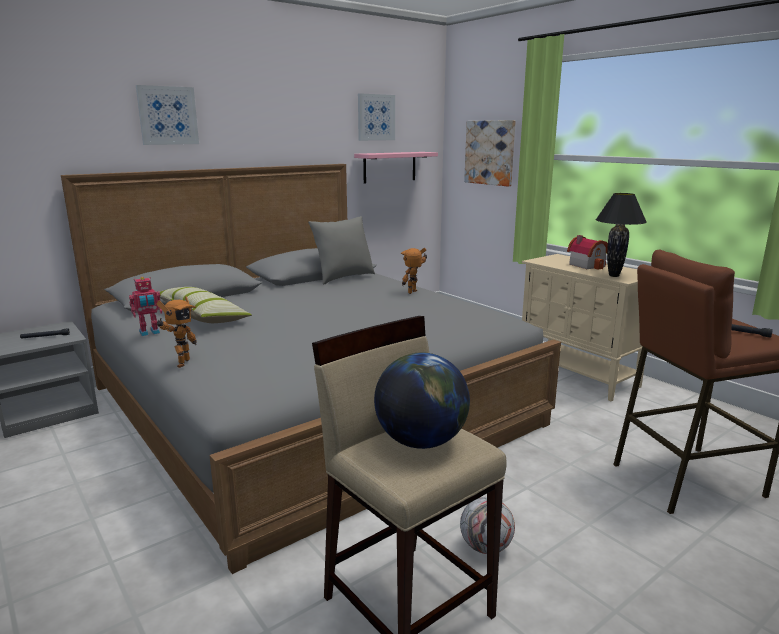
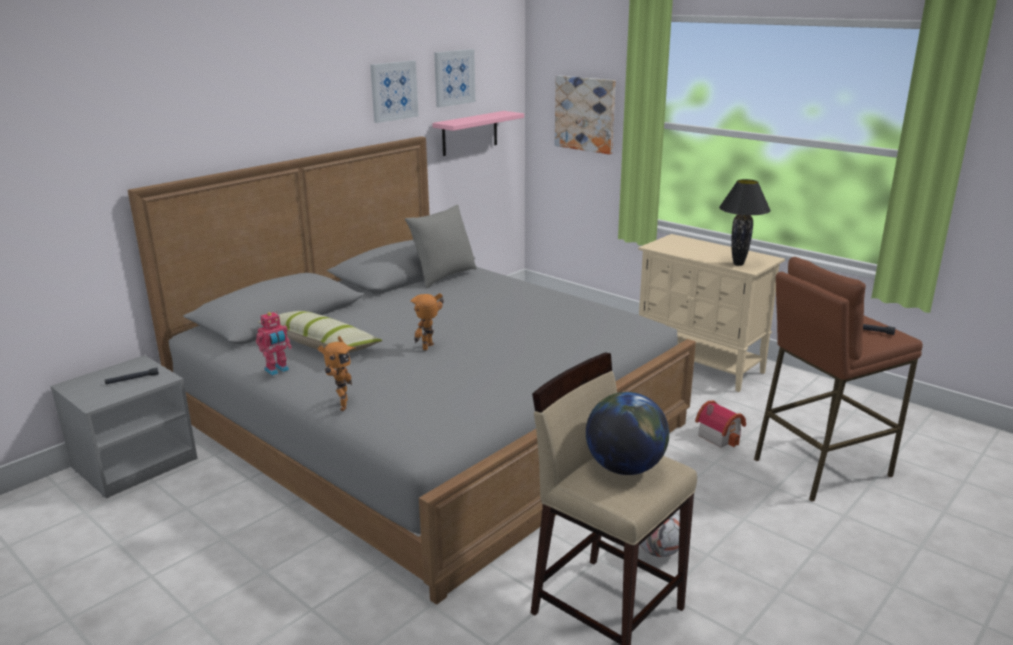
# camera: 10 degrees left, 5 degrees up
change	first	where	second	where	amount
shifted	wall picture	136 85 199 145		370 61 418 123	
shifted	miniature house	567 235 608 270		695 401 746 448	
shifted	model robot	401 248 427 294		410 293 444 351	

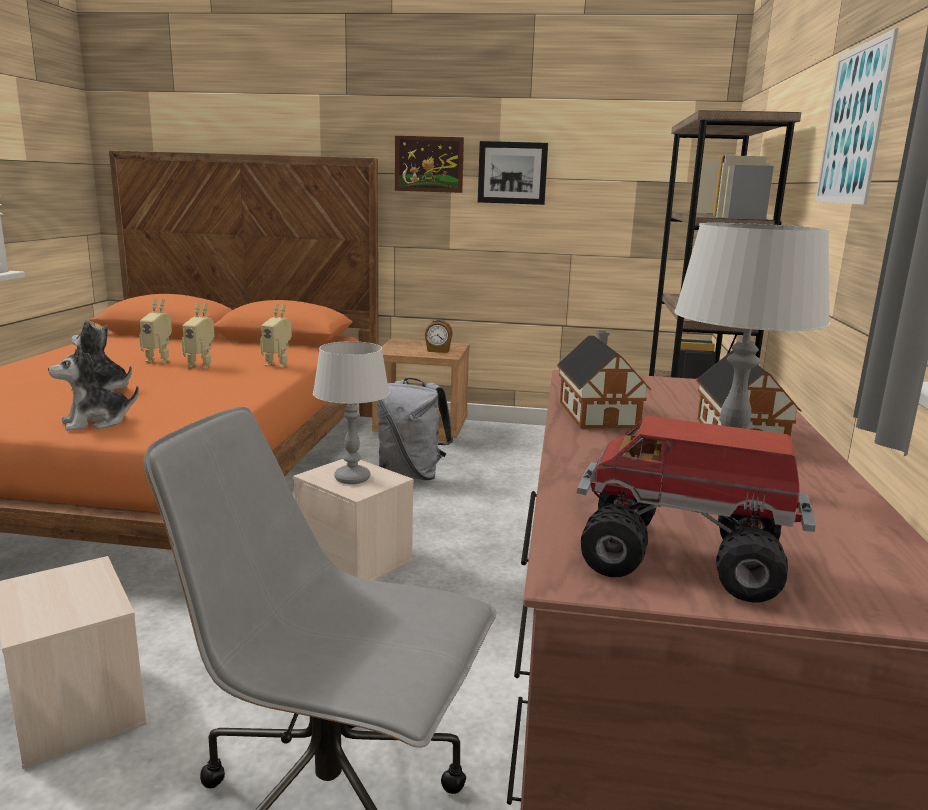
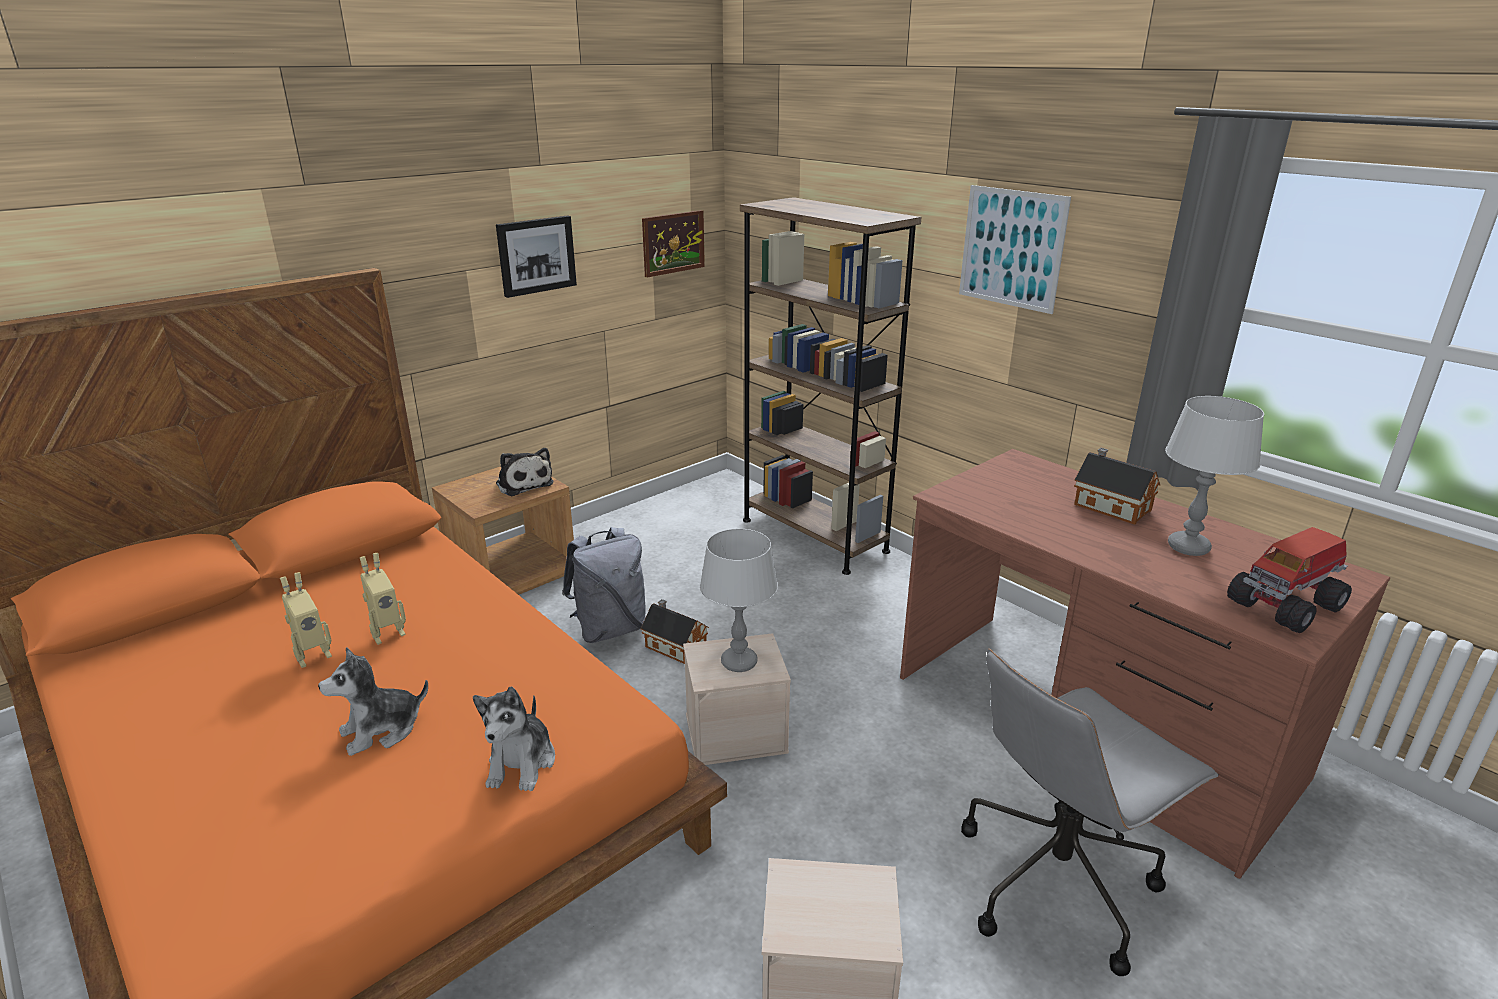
# camera: 50 degrees left, 10 degrees up
change	first	where	second	where	amount
shifted	wall picture	395 136 464 193		642 210 705 277	
gone	model robot	260 303 292 368			
swapped	bedside clock	425 319 453 353	plush toy	496 448 553 496	
shifted	miniature house	557 331 651 429		641 599 709 664	

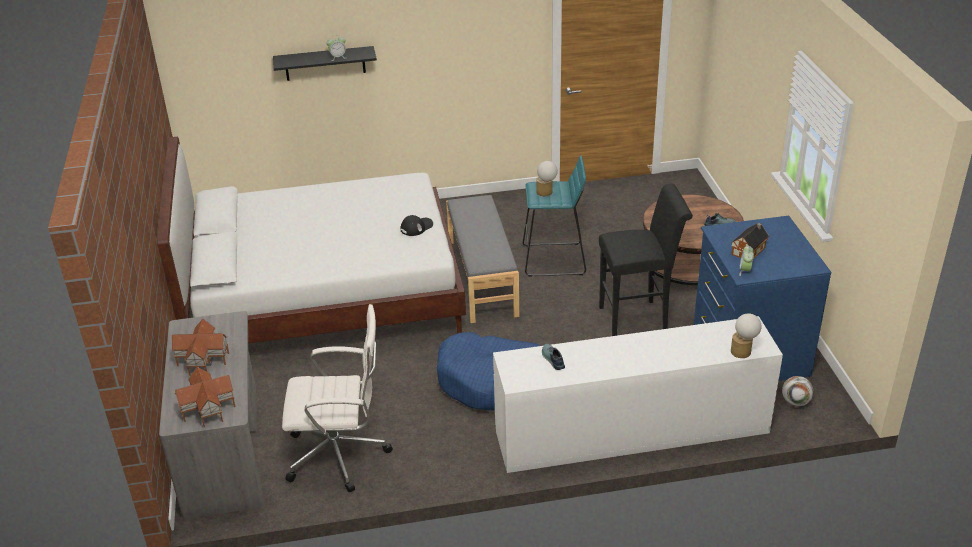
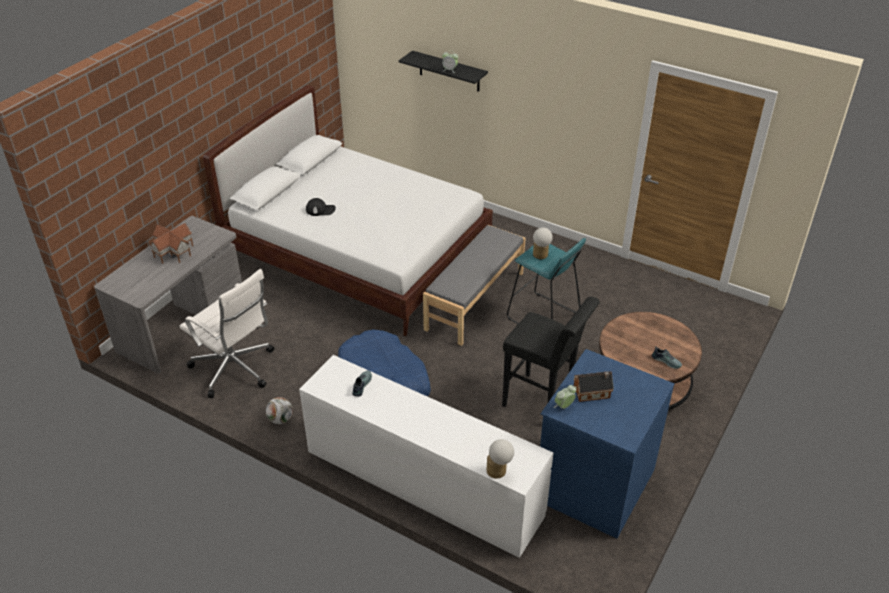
# camera: 40 degrees right, 5 degrees up
change	first	where	second	where	amount
shifted	black-coloured baseball cap	401 215 433 236		306 198 336 216	
gone	miniature house	175 367 236 427			
shifted	football ball	782 376 814 406		266 397 293 424	

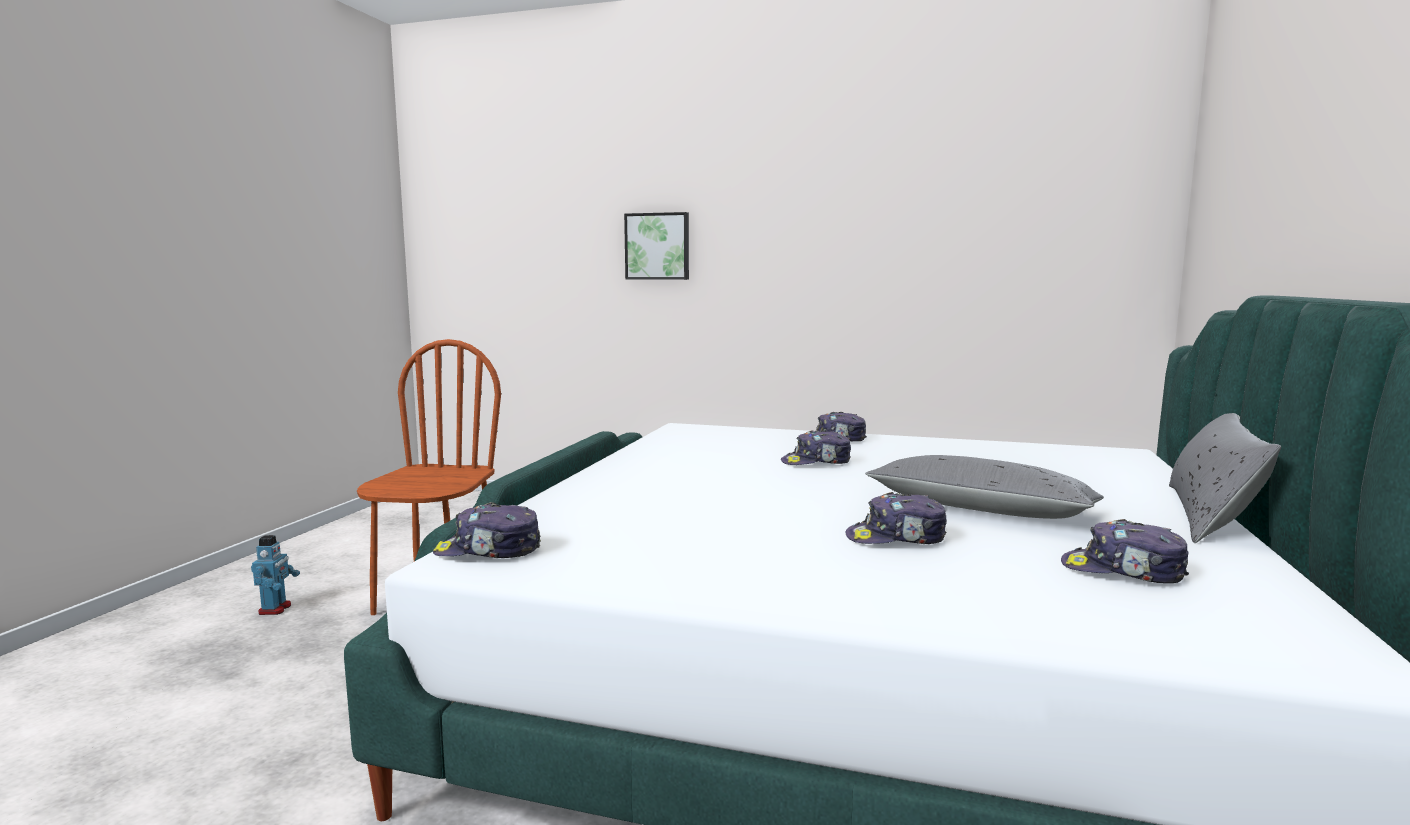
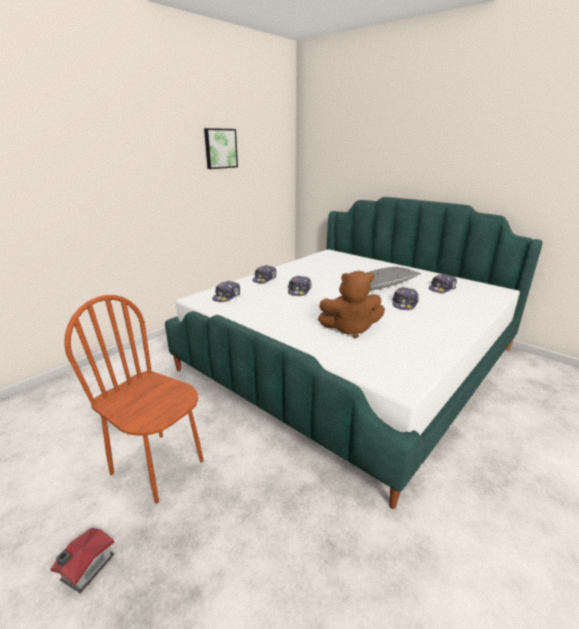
# camera: 65 degrees left, 15 degrees up
change	first	where	second	where	amount
shifted	wall picture	624 212 689 280		204 128 238 169	
gone	grey pillow	1169 413 1281 543			
shifted	baseball cap	433 502 541 558		212 281 240 302	
swapped	model robot	251 535 300 615	miniature house	50 528 115 593	
new			brown-coloured plush toy	318 271 385 338	

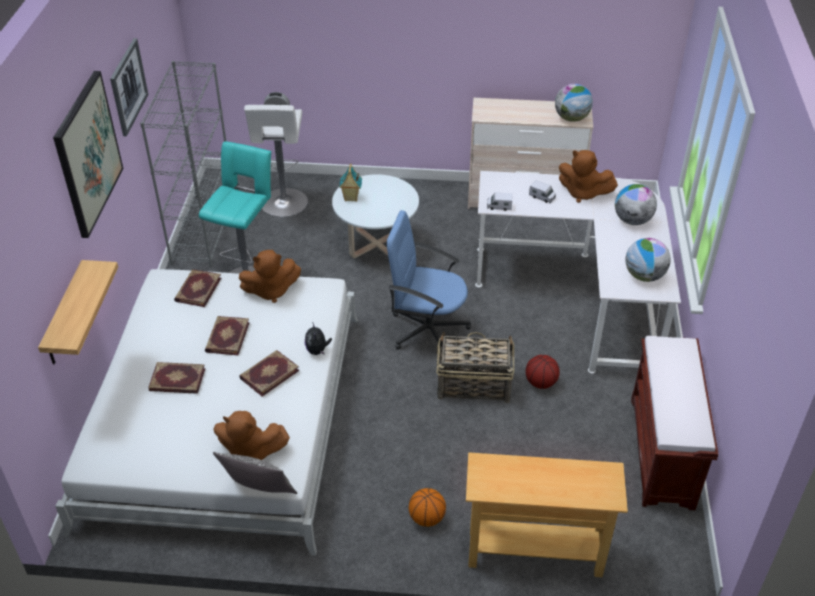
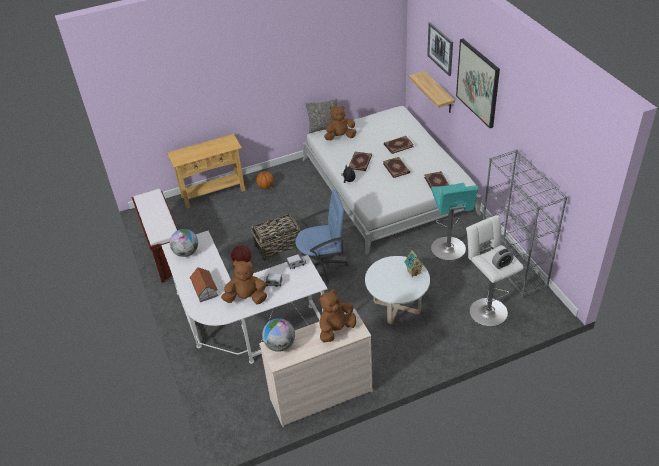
# camera: 155 degrees right, 0 degrees up
change	first	where	second	where	amount
shifted	wall picture	110 38 148 136		427 22 453 76	
swapped	globe	615 184 657 225	miniature house	190 267 218 302	
shifted	brown-coloured plush toy	239 250 301 303		318 289 356 342	

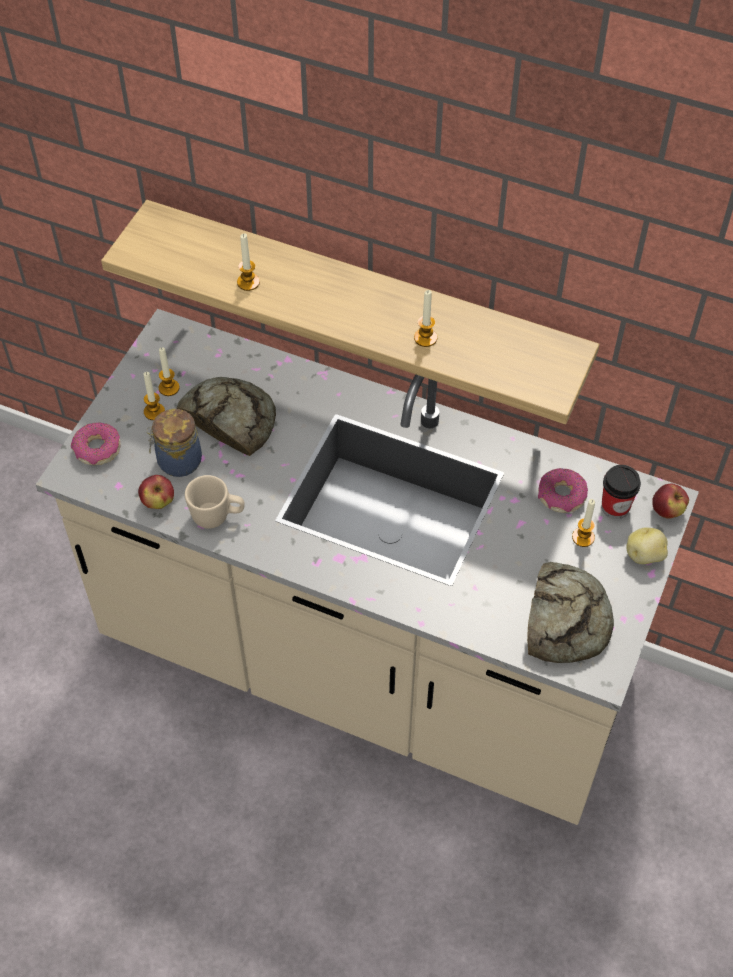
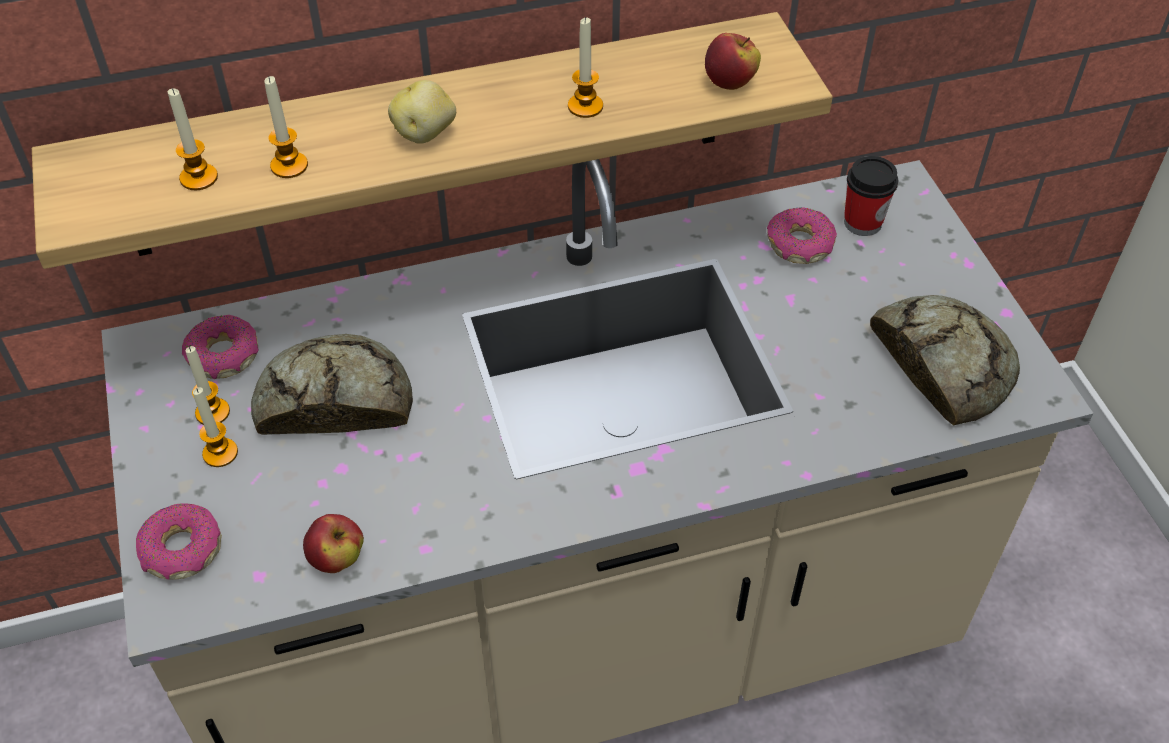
# camera: 40 degrees left, 5 degrees down
change	first	where	second	where	amount
gone	preserve jar	146 409 202 477			
gone	sand-coloured coffee mug	185 475 245 529			
shifted	apple	652 483 689 519		705 33 761 90	
shifted	wax candle	572 499 595 547		168 88 218 190	
shifted	spud	627 528 668 564		388 80 456 144	
new			ring doughnut	182 315 258 379	

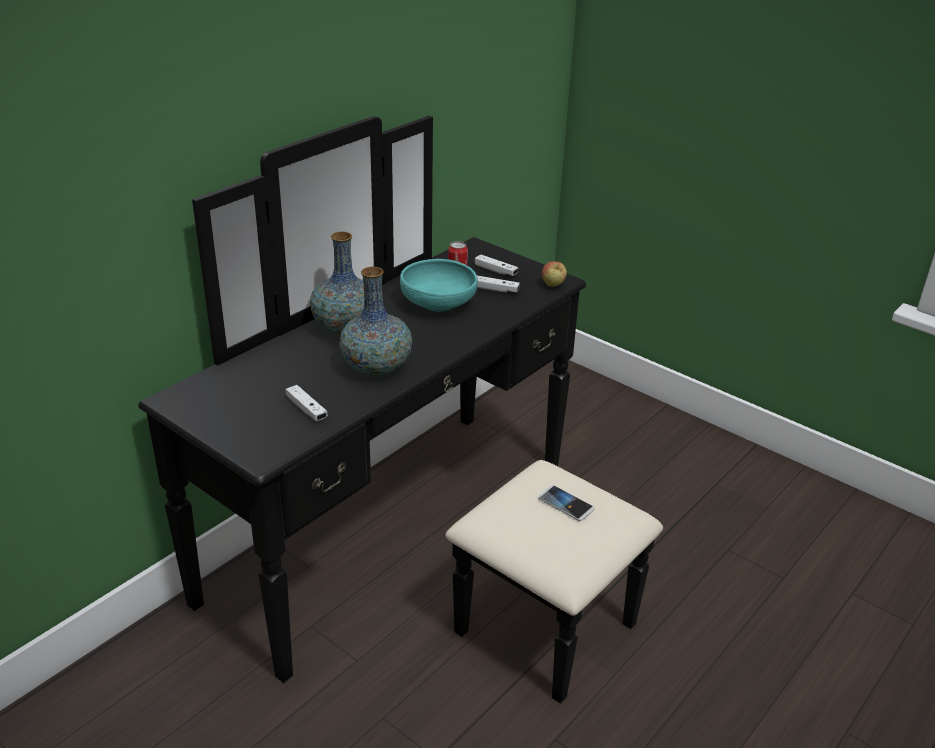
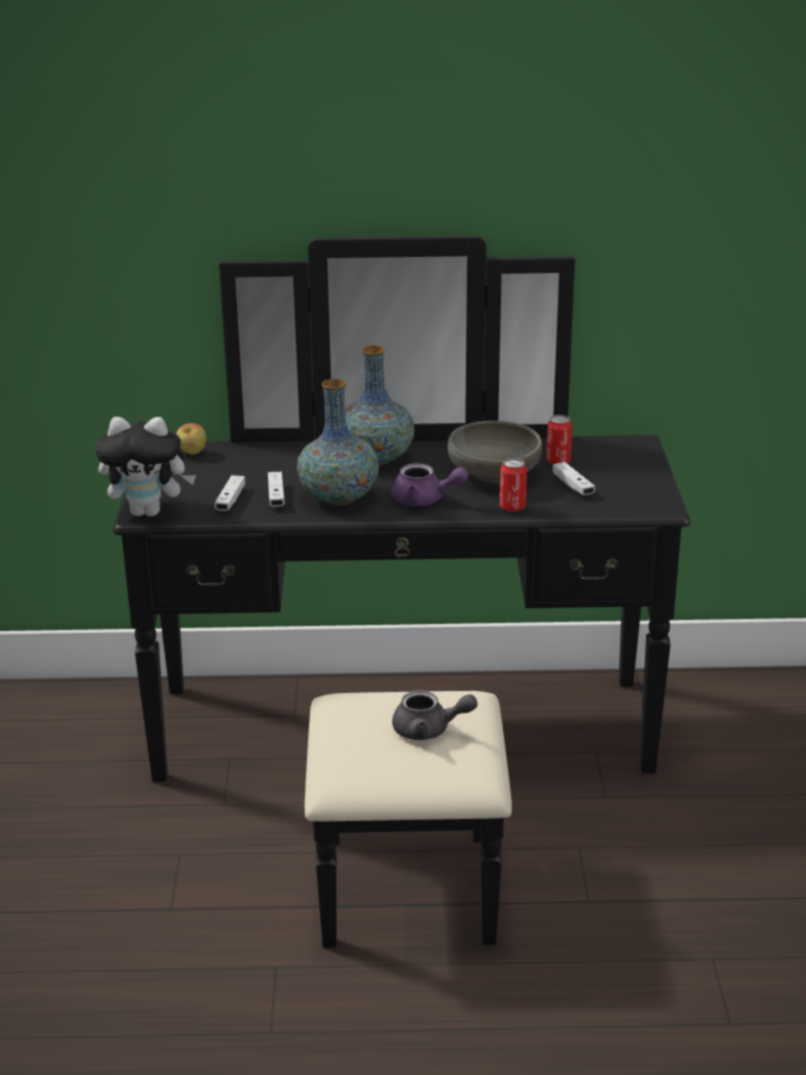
# camera: 50 degrees right, 5 degrees down
change	first	where	second	where	amount
shifted	white gamepad	475 254 518 276		268 472 285 507	
repainted	turquoise deep dish	400 259 478 312	grey deep dish	448 421 542 483	
shifted	apple	542 261 567 287		176 423 206 455	
swapped	handset	538 485 595 521	grey tea pot	392 690 478 740	
new			plush toy	95 417 196 516	
new			can	500 458 527 512	
new			purple-coloured tea pot	391 463 468 506	

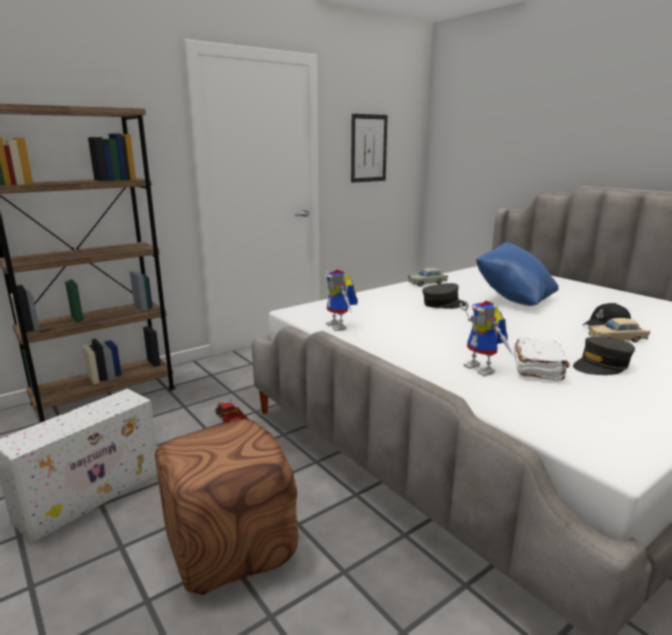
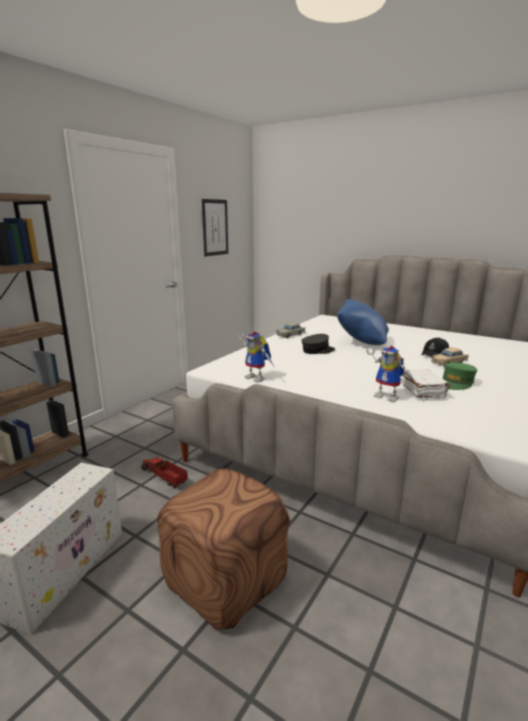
# camera: 20 degrees left, 0 degrees up
change	first	where	second	where	amount
repainted	grey baseball cap	573 337 635 375	green baseball cap	443 363 477 390	

